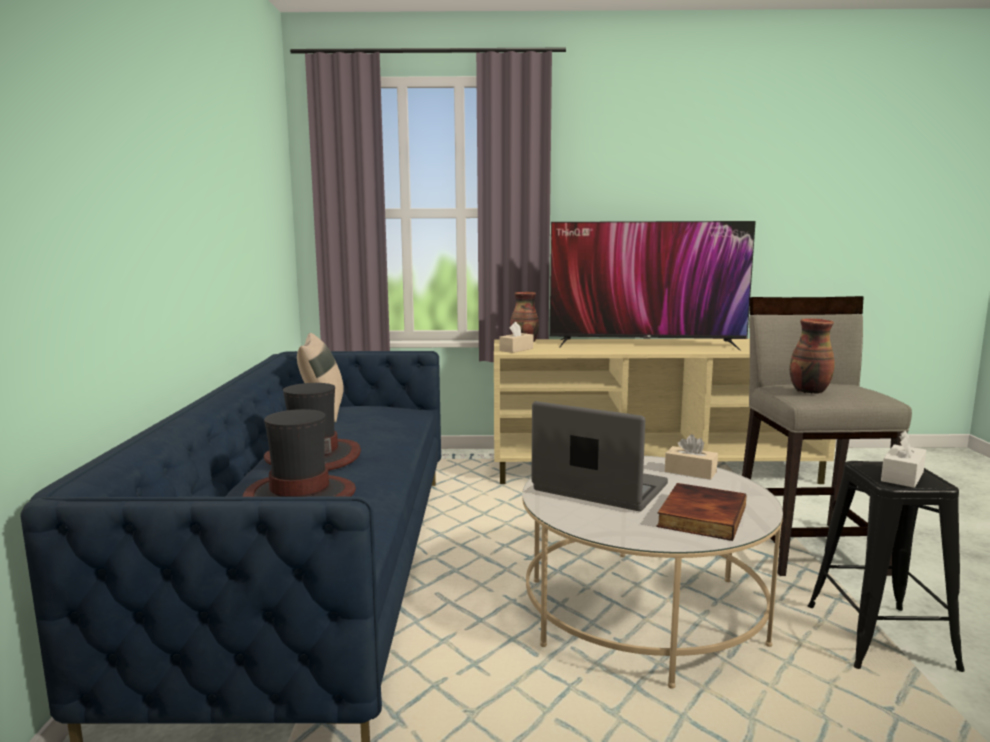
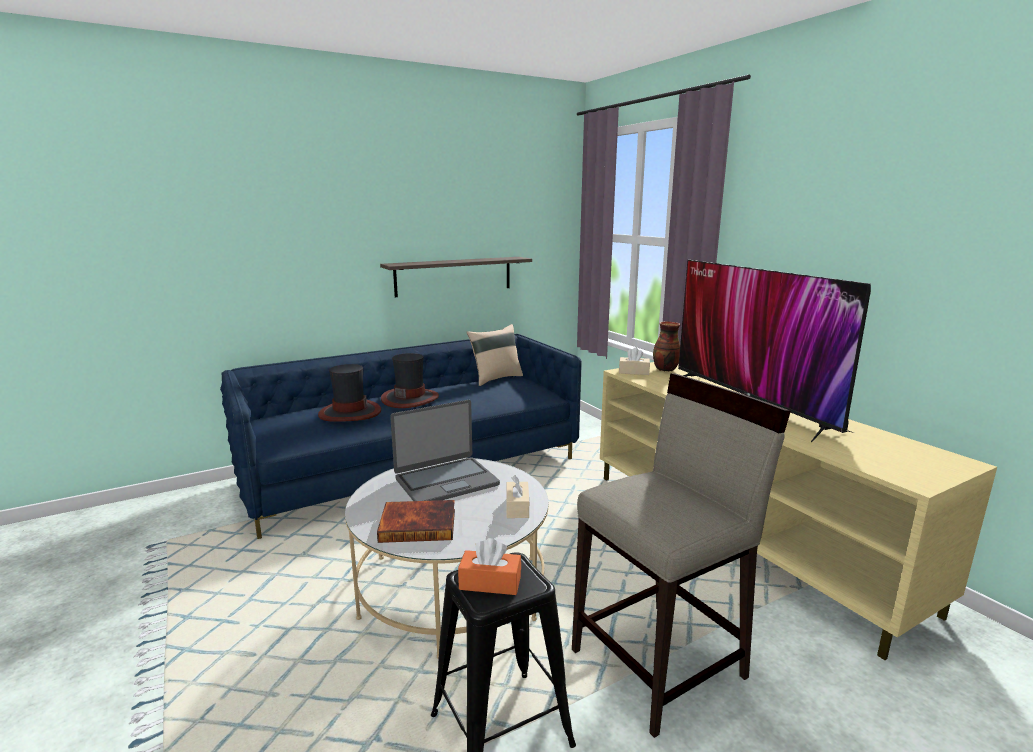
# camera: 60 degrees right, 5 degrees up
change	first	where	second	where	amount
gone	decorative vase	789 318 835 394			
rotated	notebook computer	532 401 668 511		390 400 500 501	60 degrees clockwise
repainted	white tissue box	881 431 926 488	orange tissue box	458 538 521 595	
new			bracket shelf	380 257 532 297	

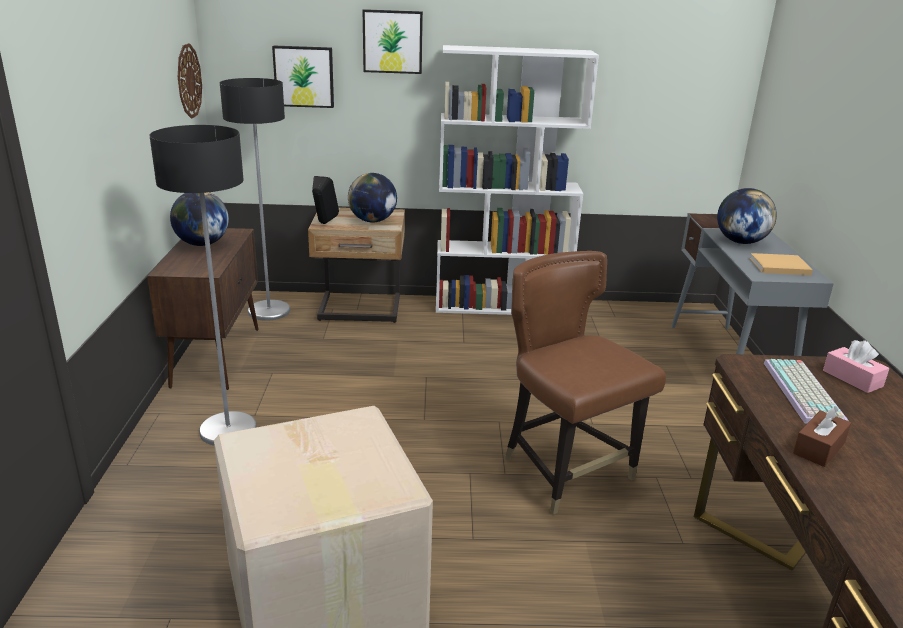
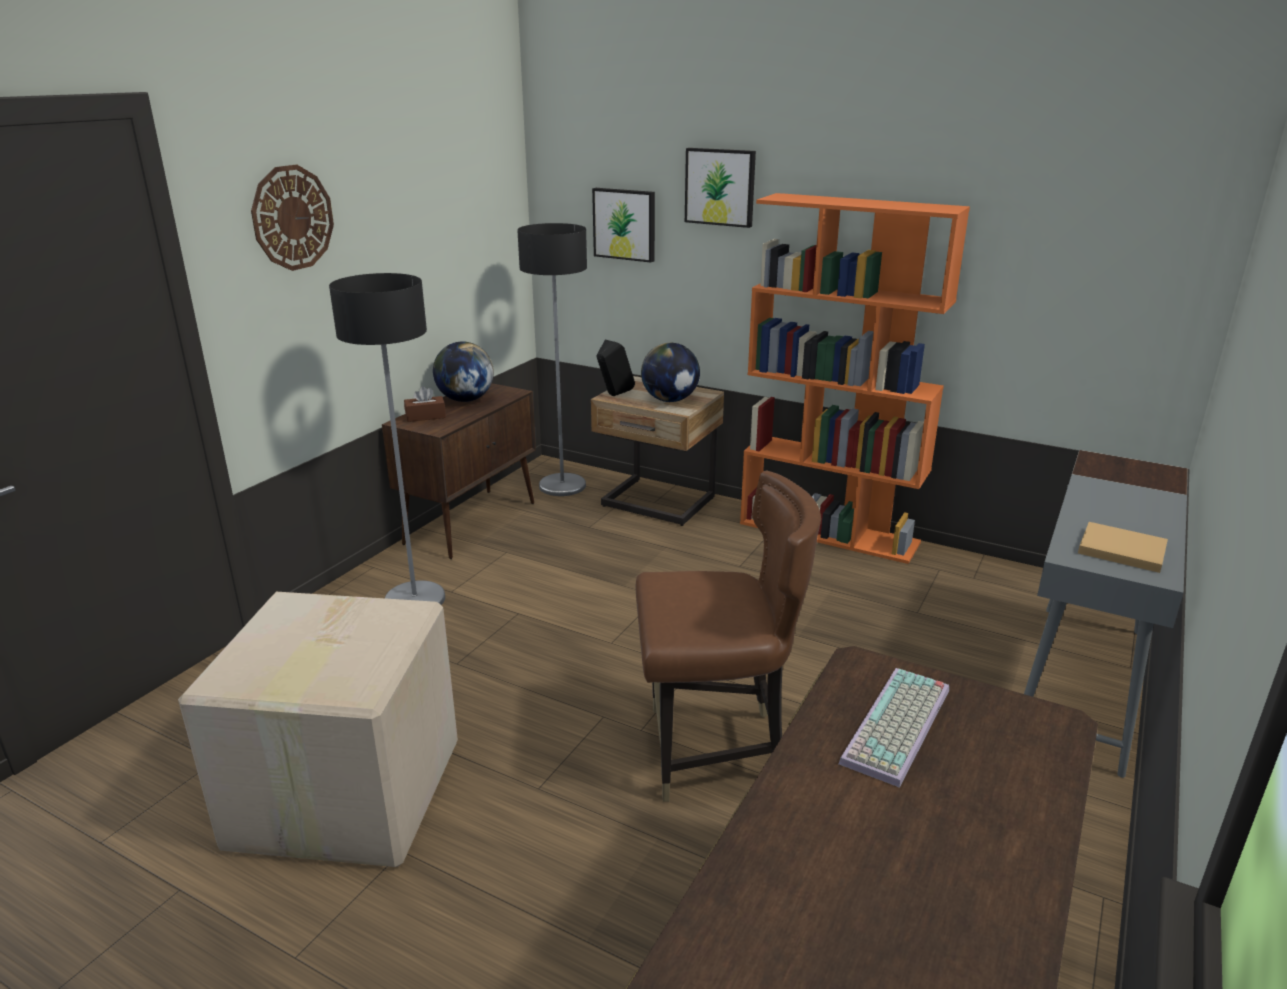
# camera: 30 degrees right, 0 degrees up
change	first	where	second	where	amount
shifted	wall clock	178 43 202 119		251 165 334 271	
repainted	white shelving unit	436 45 599 315	orange shelving unit	740 193 970 564	
gone	globe	717 188 777 244			
rotated	brown-coloured plain chair	504 251 666 515		636 470 821 802	90 degrees clockwise
gone	pink-coloured tissue box	823 340 890 393			
shifted	brown-coloured tissue box	793 406 851 467		404 386 446 422	

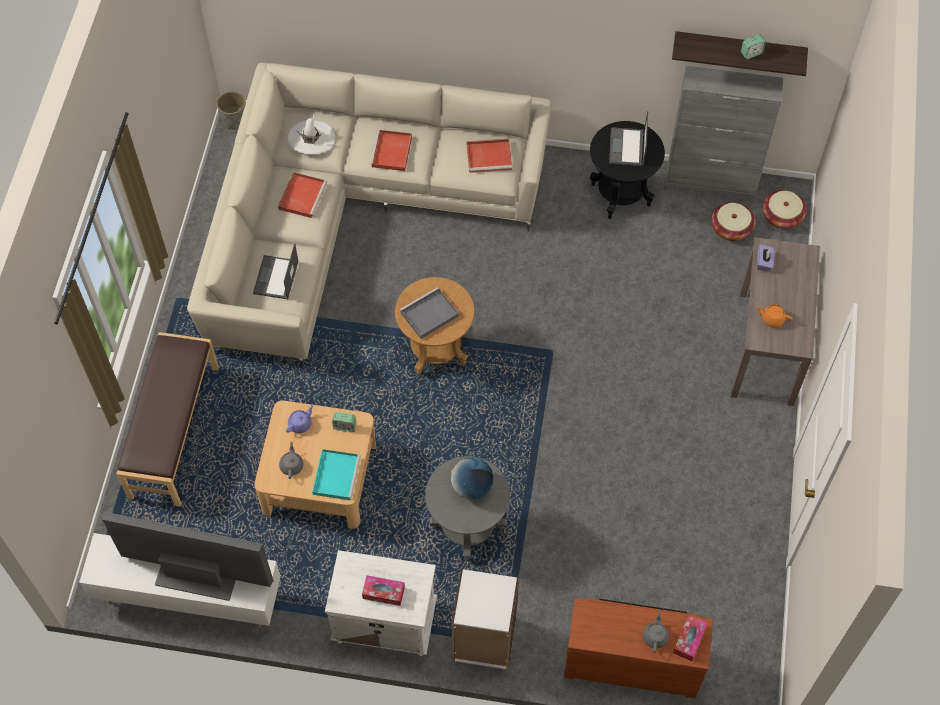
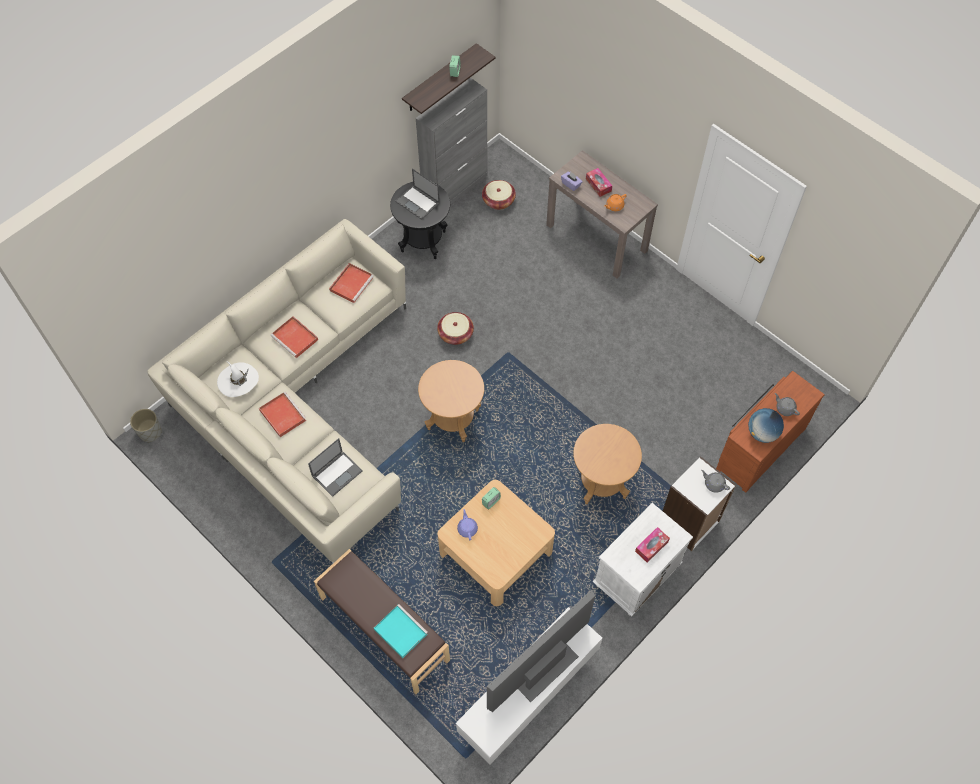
# camera: 55 degrees left, 0 degrees up
change	first	where	second	where	amount
shifted	storage basket	763 190 807 229		437 312 474 345	
rotated	notebook computer	253 243 298 299		308 438 363 497	90 degrees counterclockwise
gone	grey serving tray	400 287 459 339			
shifted	grey tea pot	279 441 303 479		701 470 730 493	
shifted	turquoise serving tray	312 449 361 500		374 604 428 658	
repainted	grey accent table	425 456 510 561	brown-coloured accent table	573 424 642 504	
shifted	globe	451 457 493 500		748 408 784 443	
shifted	tissue box	673 615 708 661		586 168 612 197	

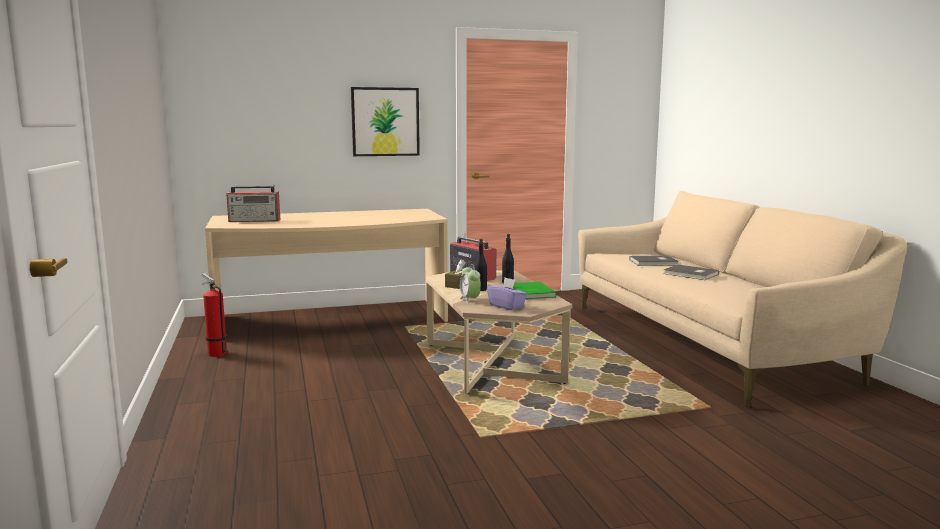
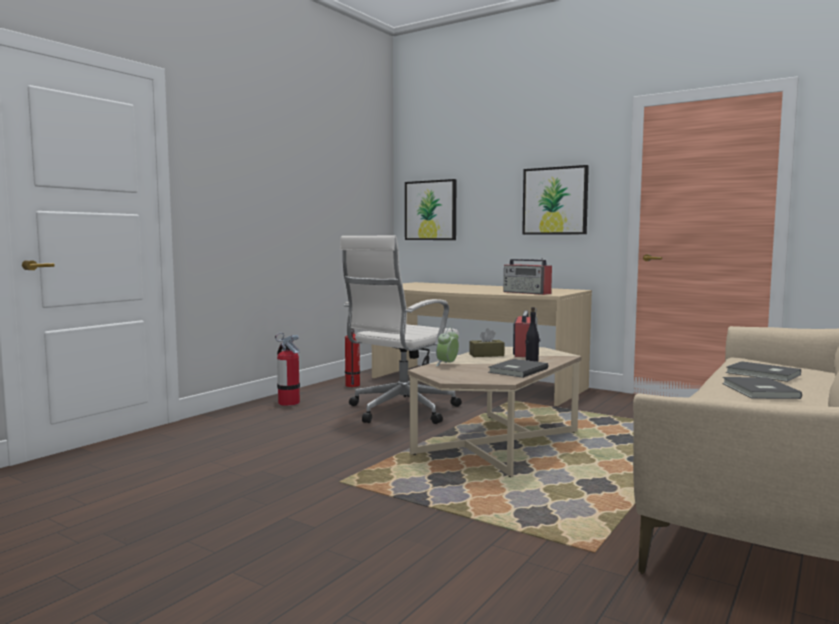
# camera: 50 degrees right, 5 degrees down
change	first	where	second	where	amount
shifted	radio receiver	226 185 280 222		504 258 552 295	
gone	black-coloured bottle	475 239 487 291			
gone	purple-coloured tissue box	487 277 527 310			
repainted	green book	513 282 557 299	grey book	488 359 548 378	
new			wall picture	405 179 456 240	
new			white computer chair	340 236 462 424	
new			fire extinguisher	275 333 300 406	

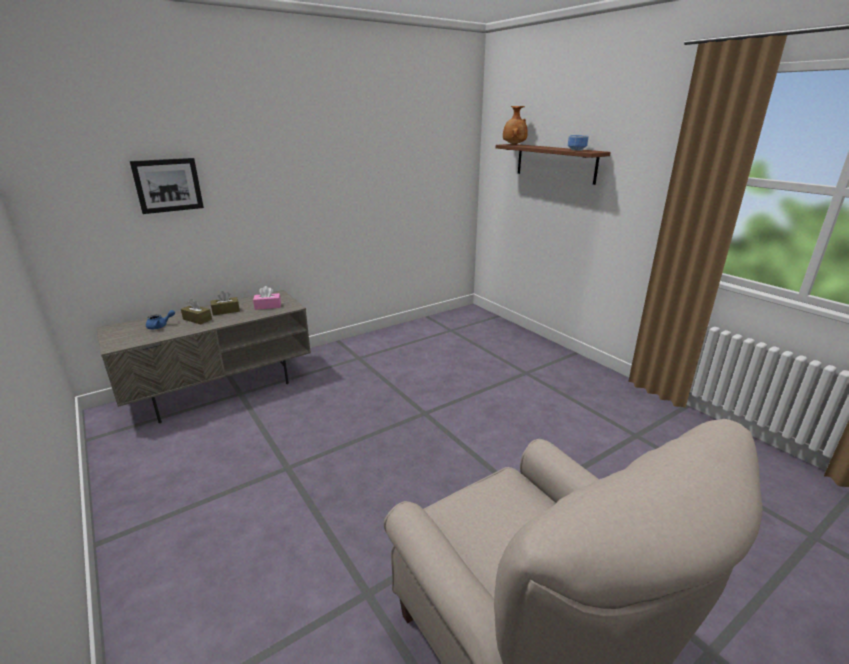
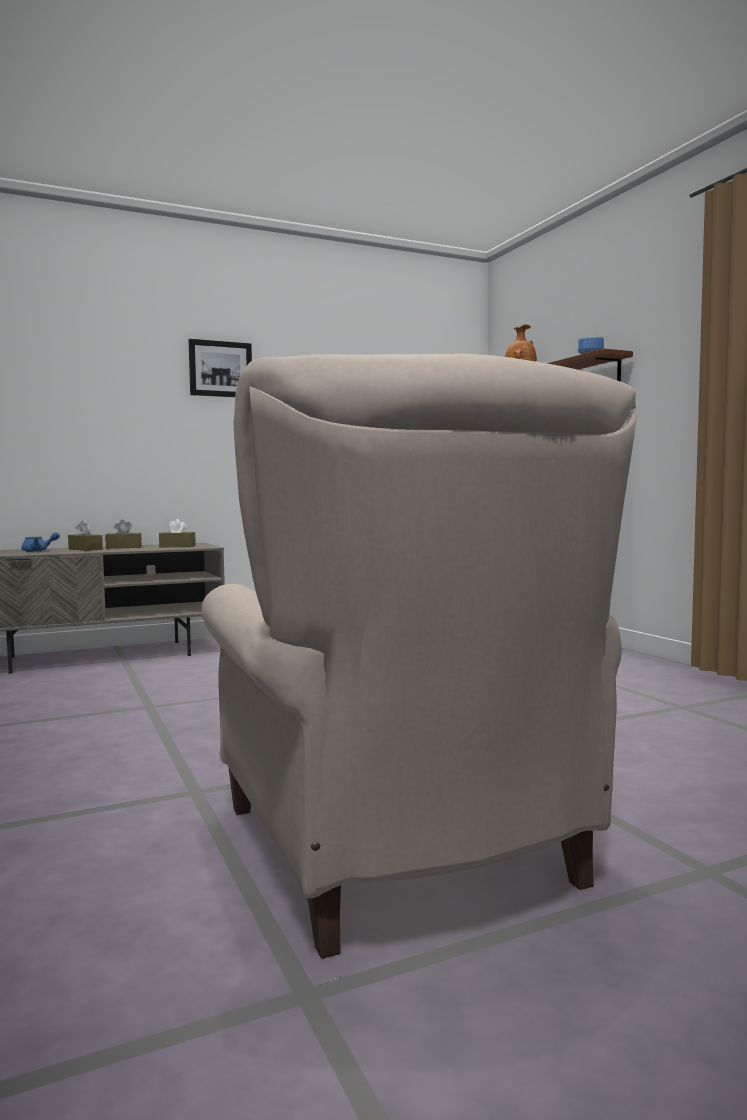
# camera: 10 degrees right, 20 degrees down
change	first	where	second	where	amount
shifted	wall picture	130 158 204 214		189 339 252 397	
repainted	pink-coloured tissue box	253 286 281 310	brown-coloured tissue box	159 519 196 547	

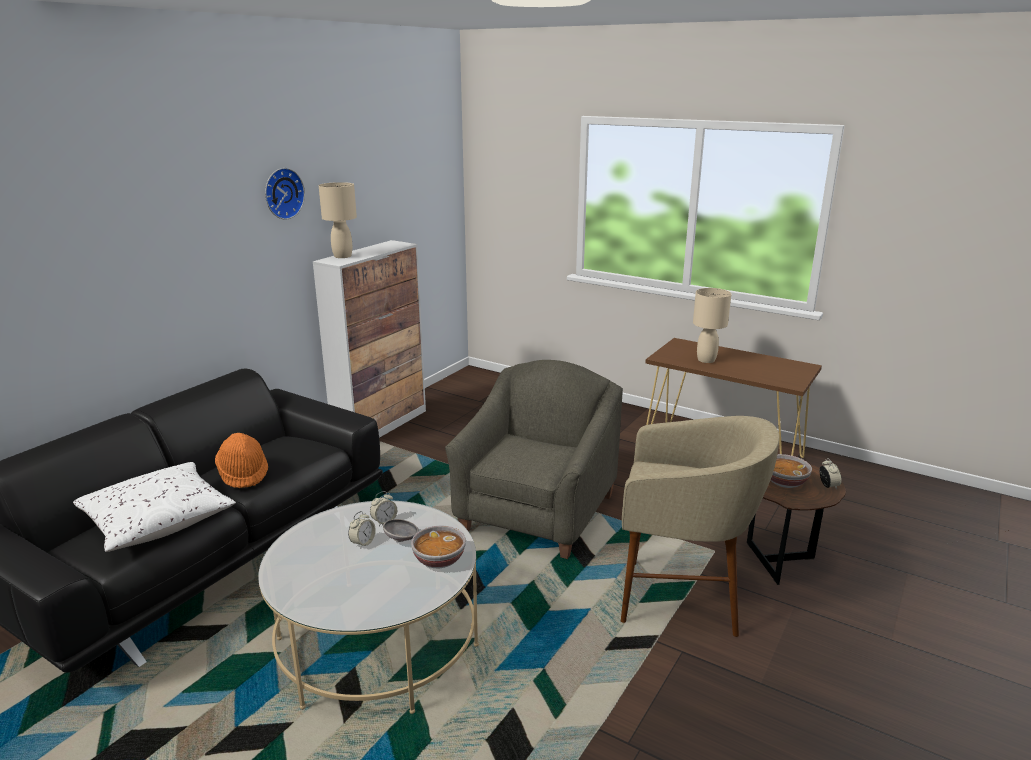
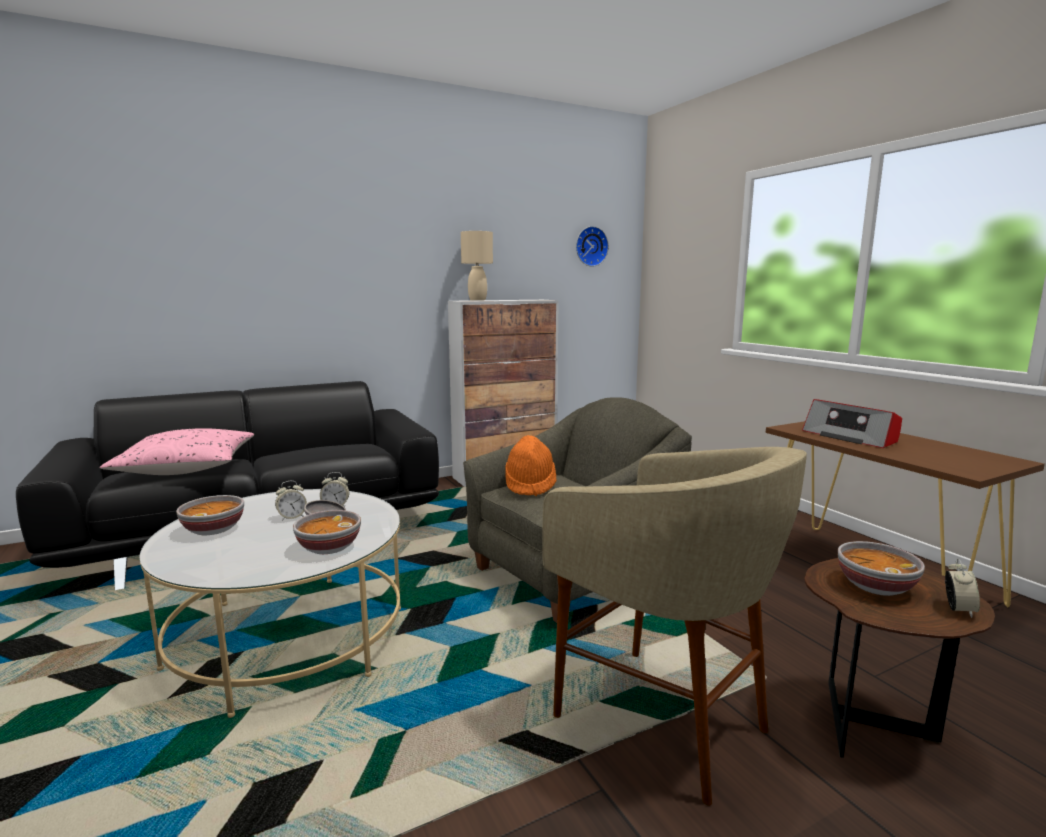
# camera: 30 degrees right, 10 degrees down
change	first	where	second	where	amount
shifted	wall clock	265 168 305 220		576 226 609 267	
swapped	sand-coloured lamp for a table	693 288 731 363	radio receiver	802 399 902 448	
shifted	orange clothing hat	215 433 269 488		505 435 556 496	
repainted	white pillow	73 462 236 552	pink-coloured pillow	100 428 254 475	
new			deep dish	176 495 244 535	

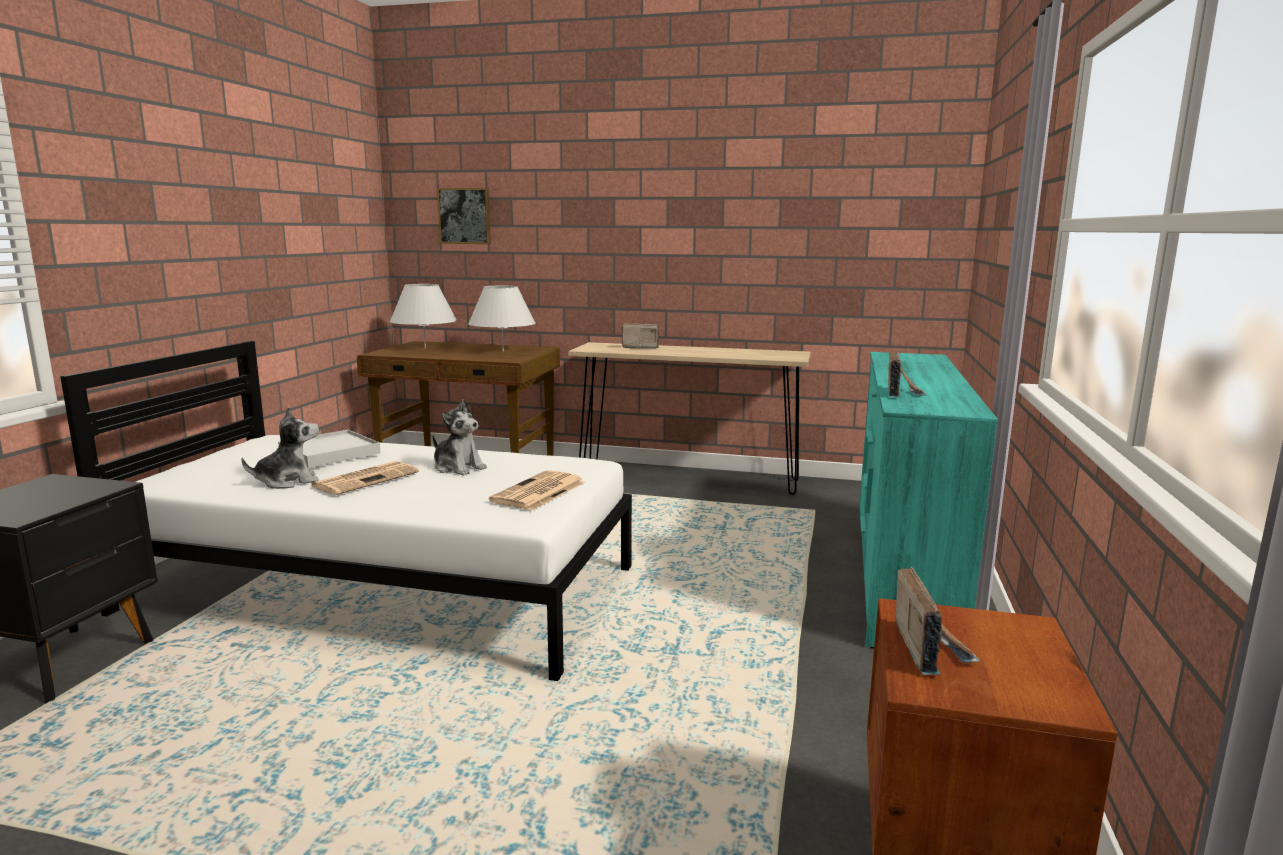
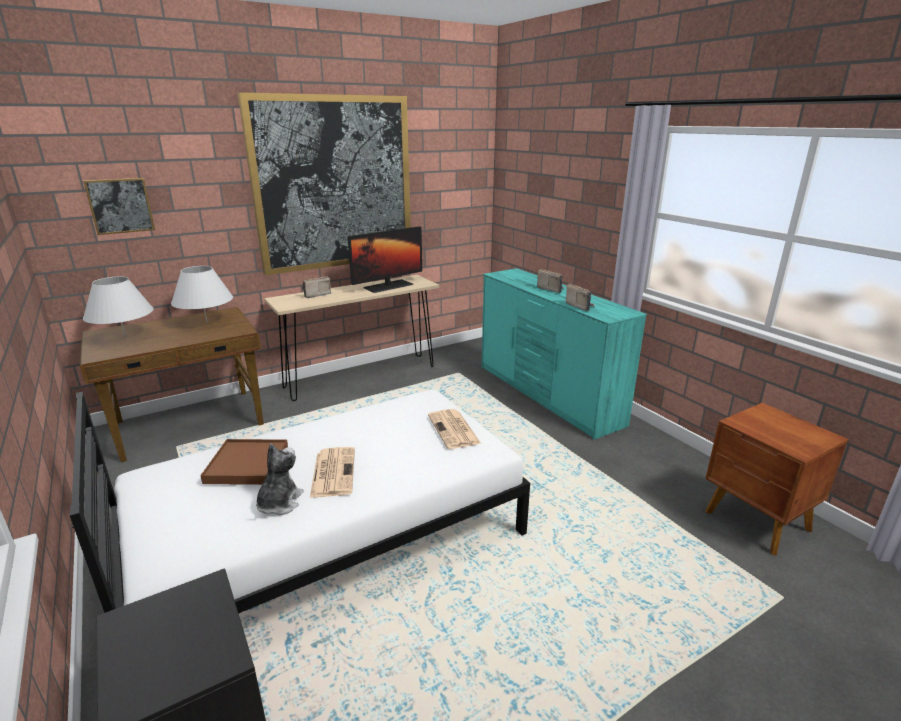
# camera: 45 degrees left, 10 degrees up
change	first	where	second	where	amount
gone	plush toy	432 399 487 476			
repainted	white serving tray	278 430 381 468	brown-coloured serving tray	200 439 288 485	
shifted	radio receiver	896 567 981 675		537 269 565 293	
new			wall picture	238 92 411 275	
new			monitor	348 226 422 293	

